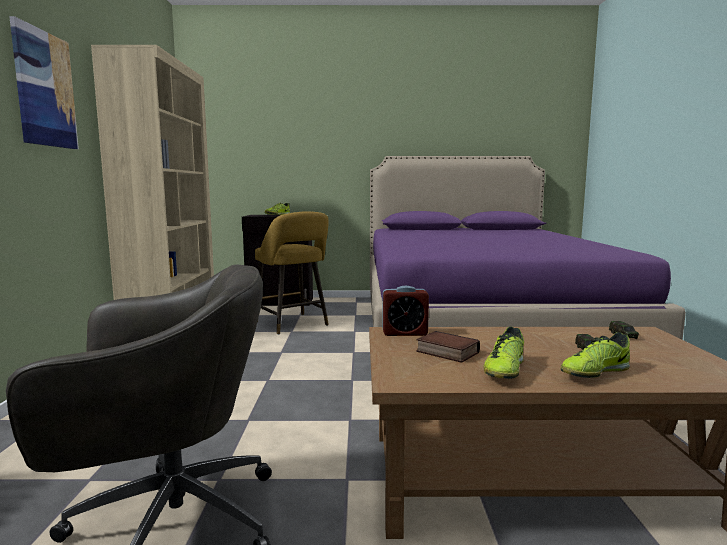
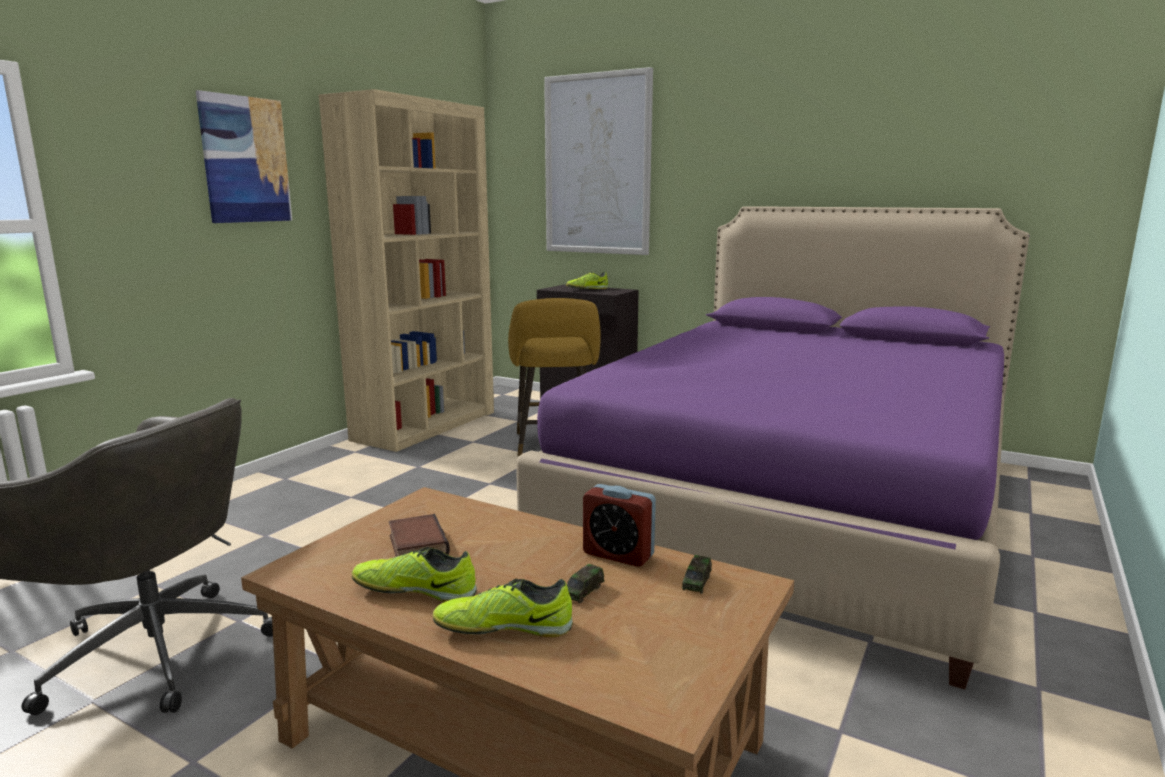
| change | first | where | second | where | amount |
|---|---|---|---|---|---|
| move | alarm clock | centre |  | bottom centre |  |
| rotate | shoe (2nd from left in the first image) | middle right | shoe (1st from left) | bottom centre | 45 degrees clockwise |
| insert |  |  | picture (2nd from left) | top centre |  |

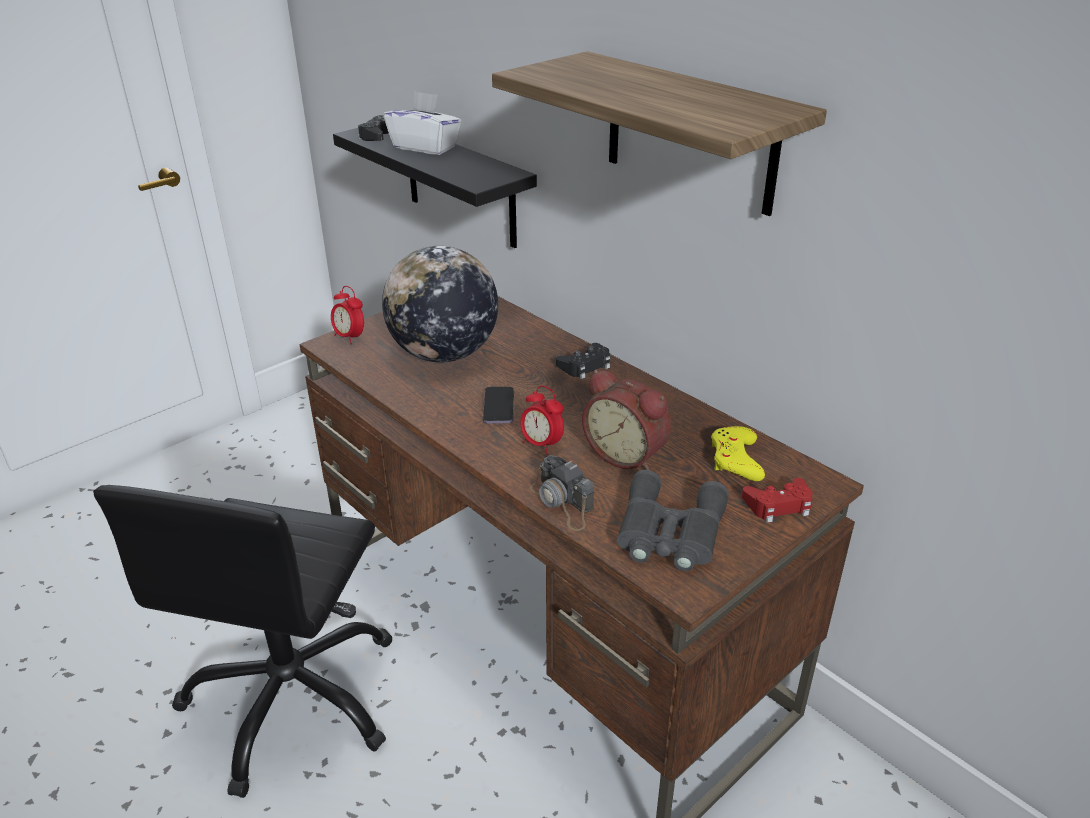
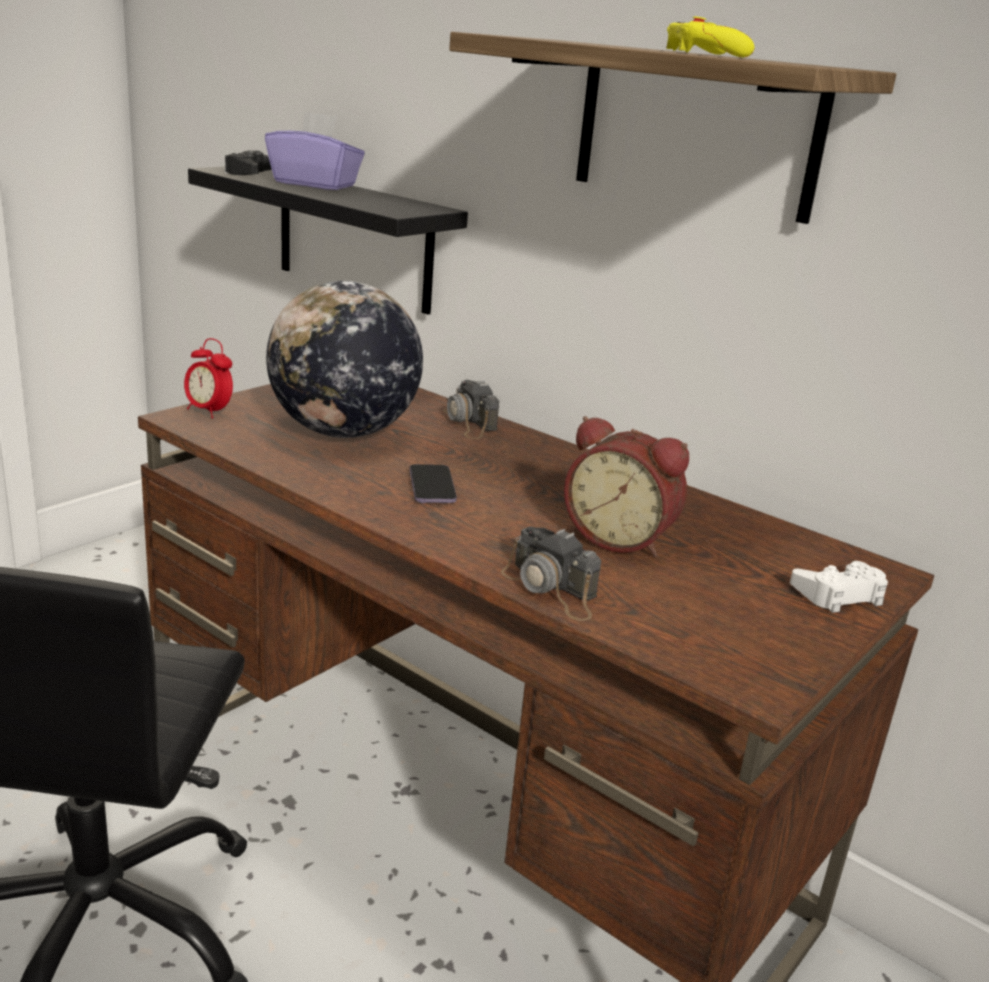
| change | first | where | second | where | amount |
|---|---|---|---|---|---|
| recolor | white tissue box | top centre | purple tissue box | top left |  |
| delete | black game controller (2nd from left) | centre |  |  |  |
| delete | alarm clock (2nd from left) | centre |  |  |  |
| move | yellow game controller | middle right |  | top right |  |
| delete | grey binoculars | centre |  |  |  |
| recolor | red game controller | middle right | white game controller | middle right |  |
| insert |  |  | photo camera (1st from left) | centre |  |

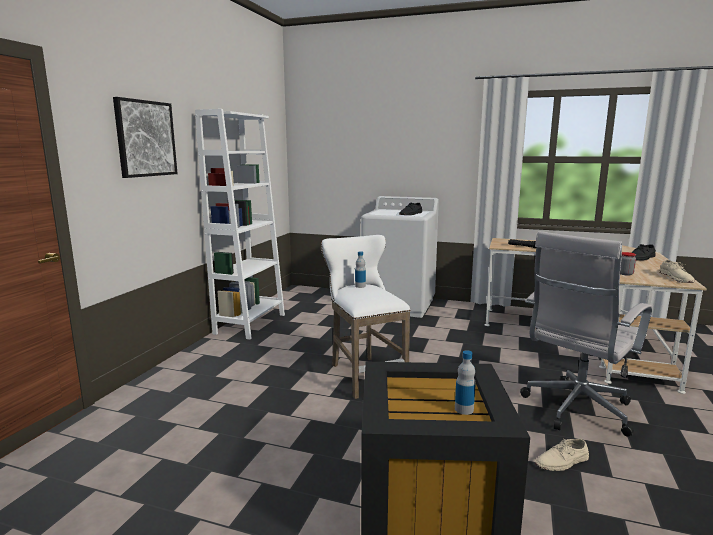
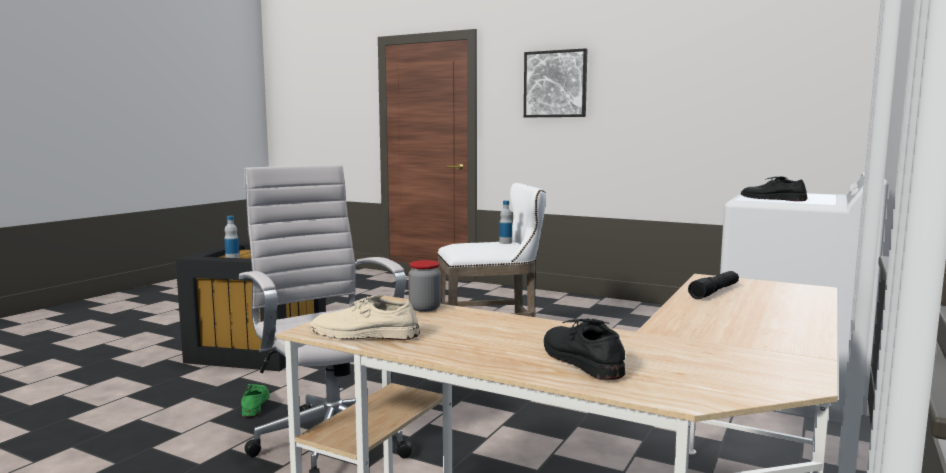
| change | first | where | second | where | amount |
|---|---|---|---|---|---|
| delete | white bookcase | centre |  |  |  |
| recolor | beige shoe (1st from left) | bottom right | green shoe | bottom left |  |

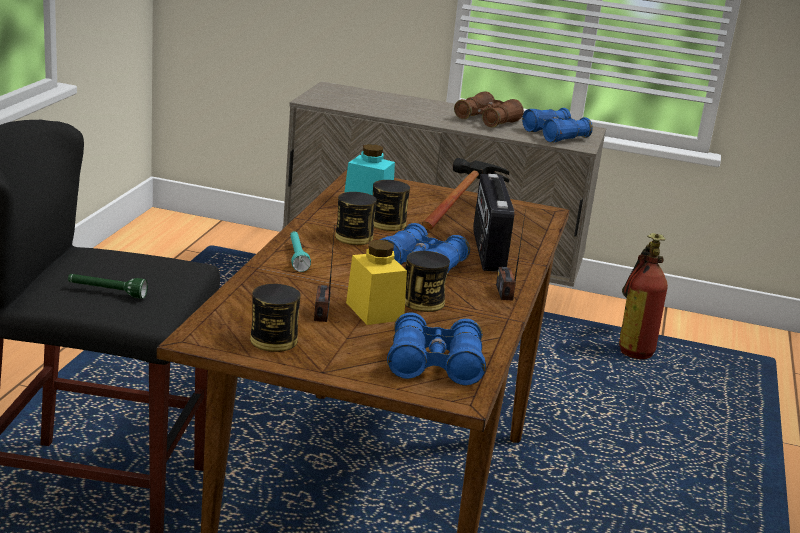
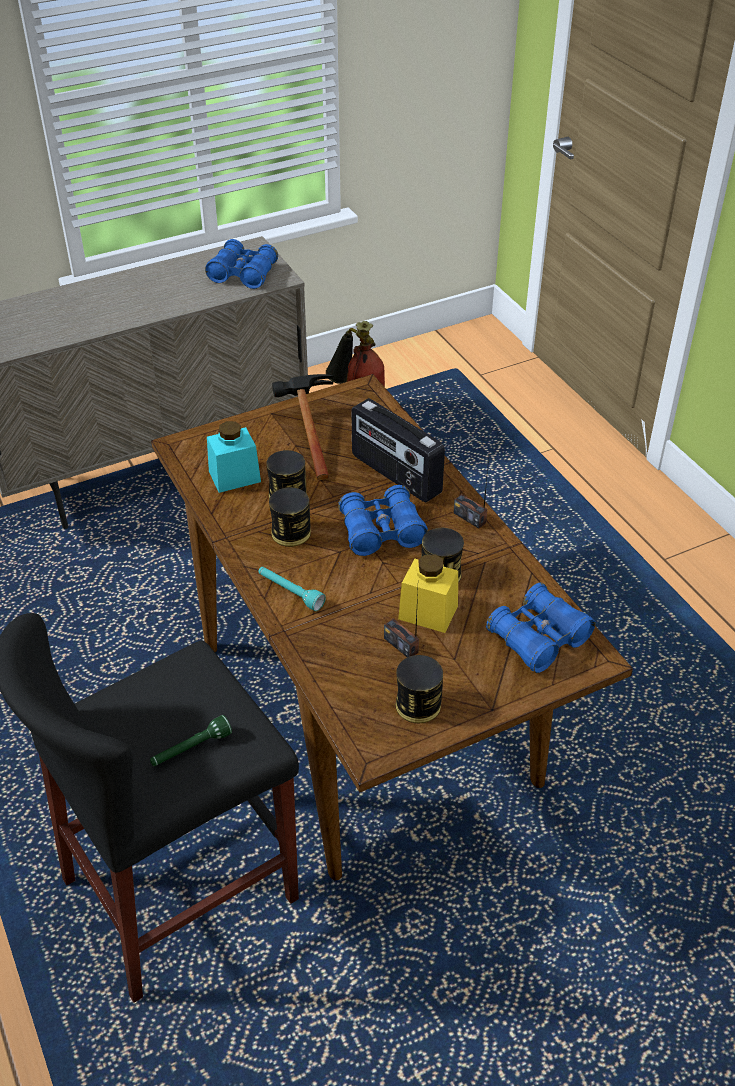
| change | first | where | second | where | amount |
|---|---|---|---|---|---|
| delete | brown binoculars | top centre |  |  |  |

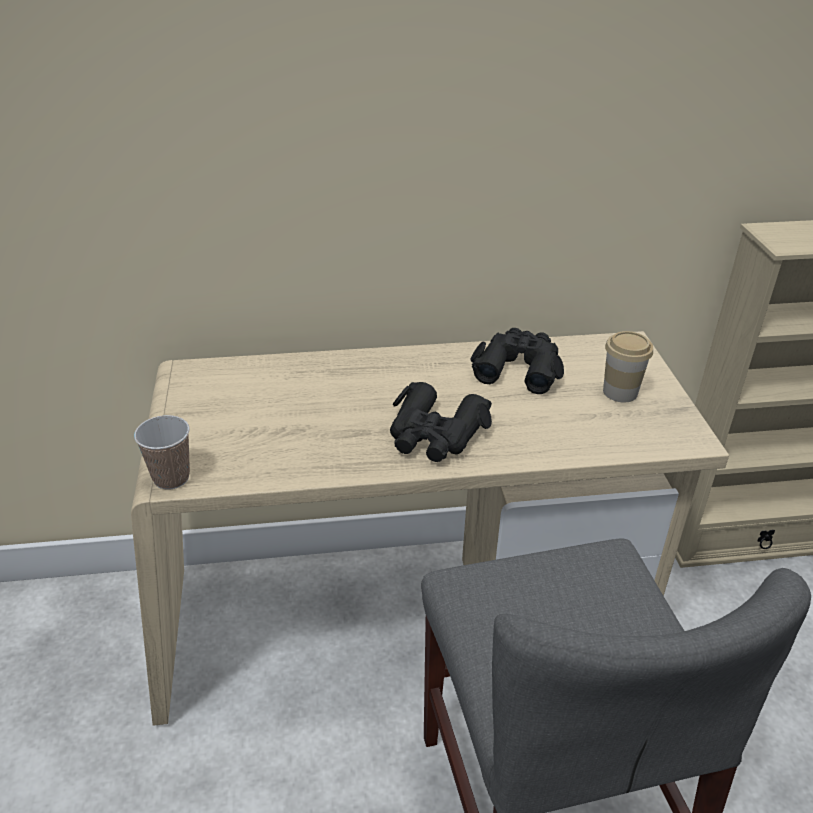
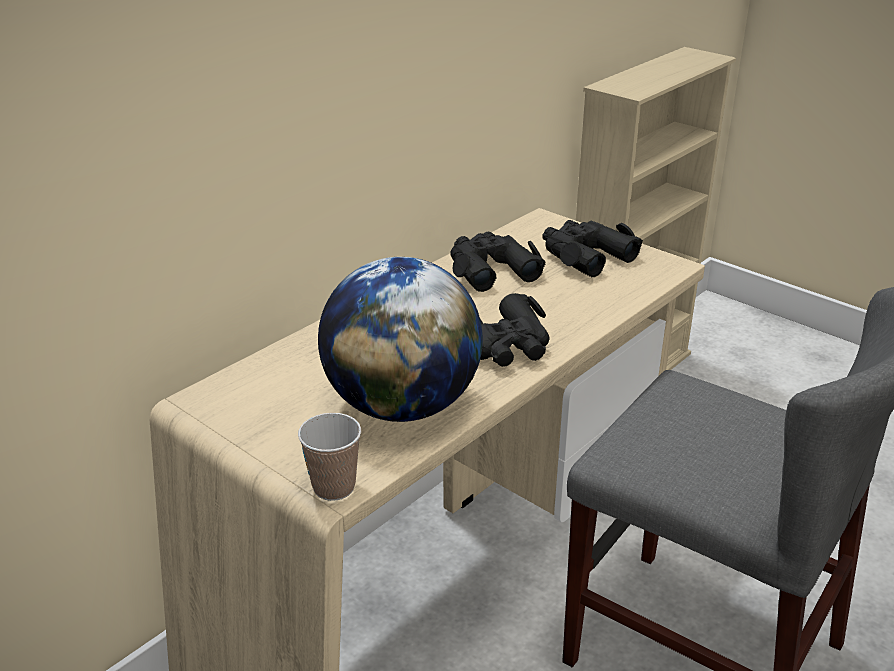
| change | first | where | second | where | amount |
|---|---|---|---|---|---|
| replace | cup (2nd from left) | middle right | black binoculars (3rd from left) | centre |  |
| insert |  |  | globe | centre |  |

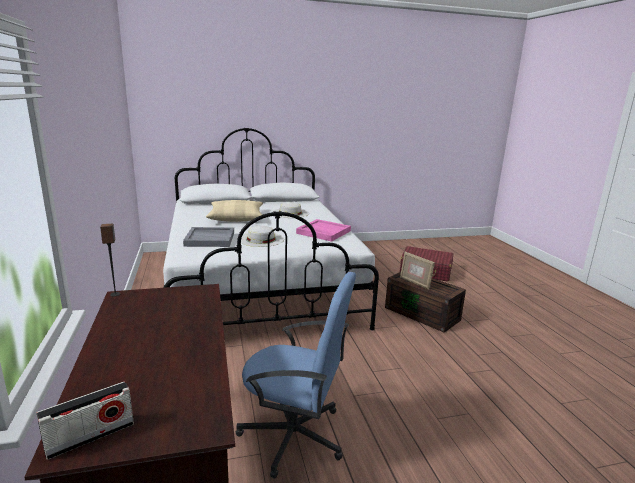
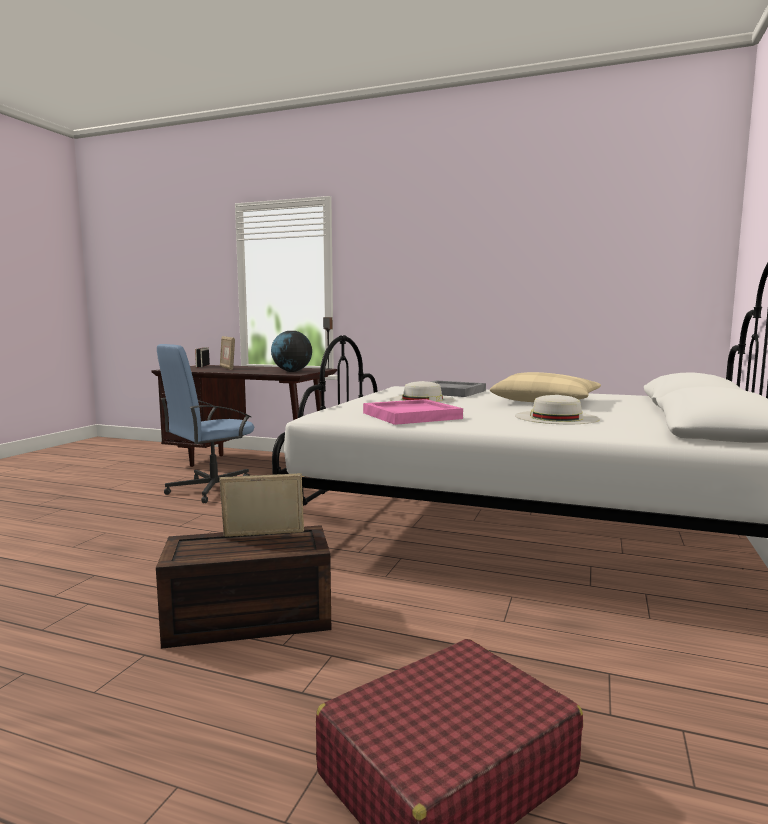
| change | first | where | second | where | amount |
|---|---|---|---|---|---|
| insert |  |  | globe | centre |  |
| insert |  |  | picture frame (1st from left) | middle left |  |

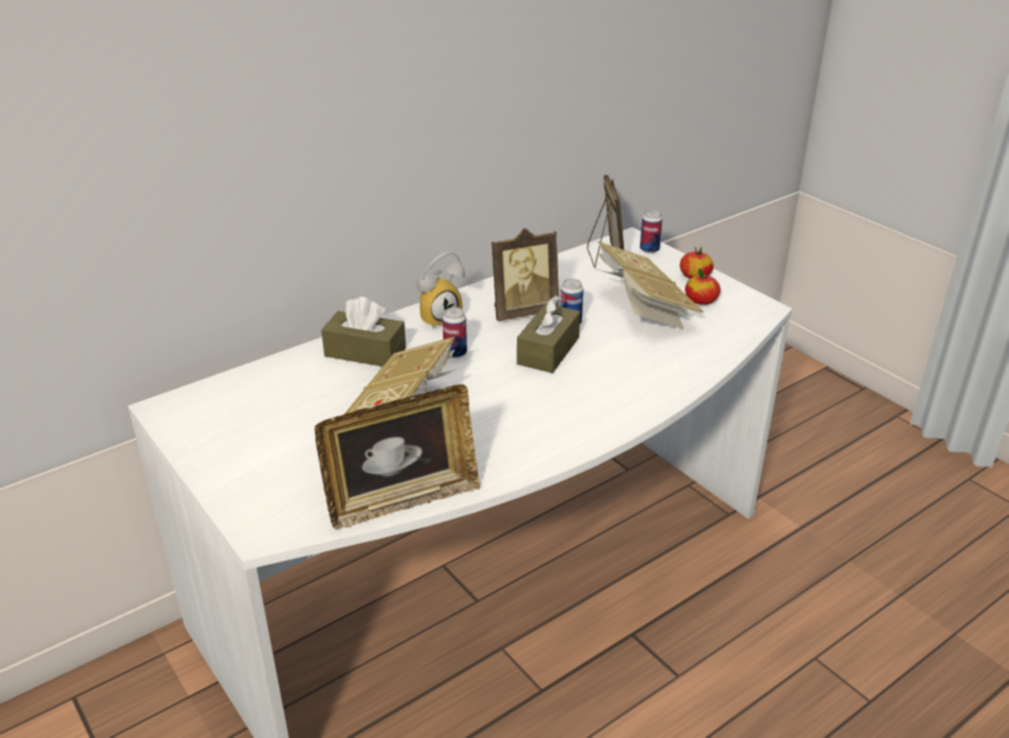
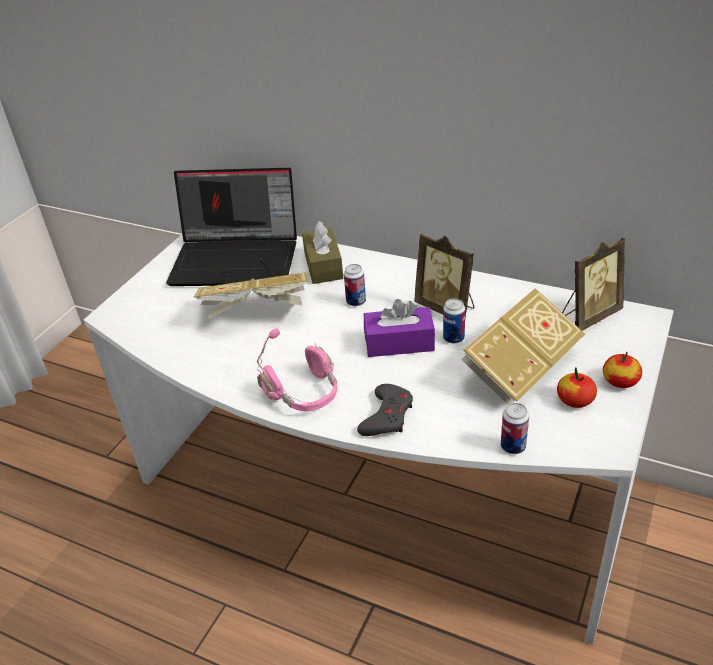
| change | first | where | second | where | amount |
|---|---|---|---|---|---|
| move | can (3rd from left) | top centre |  | middle right |  |
| delete | alarm clock | centre |  |  |  |
| recolor | brown tissue box (2nd from left) | centre | purple tissue box | centre |  |
| delete | picture frame (1st from left) | centre |  |  |  |
| insert |  |  | laptop | middle left |  |
| insert |  |  | pink headphones | centre |  |
| insert |  |  | grey game controller | centre |  |

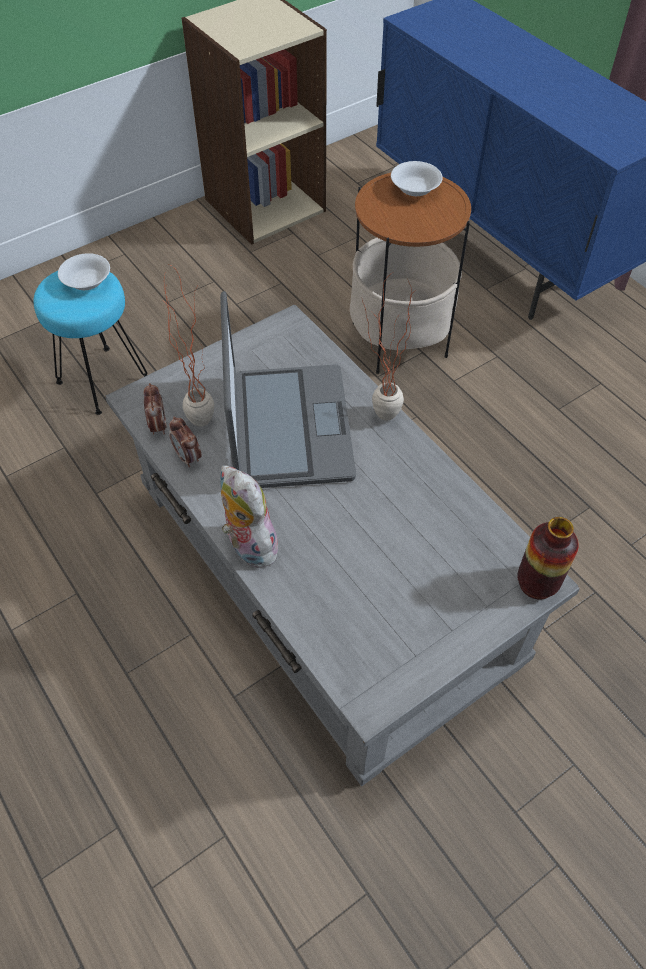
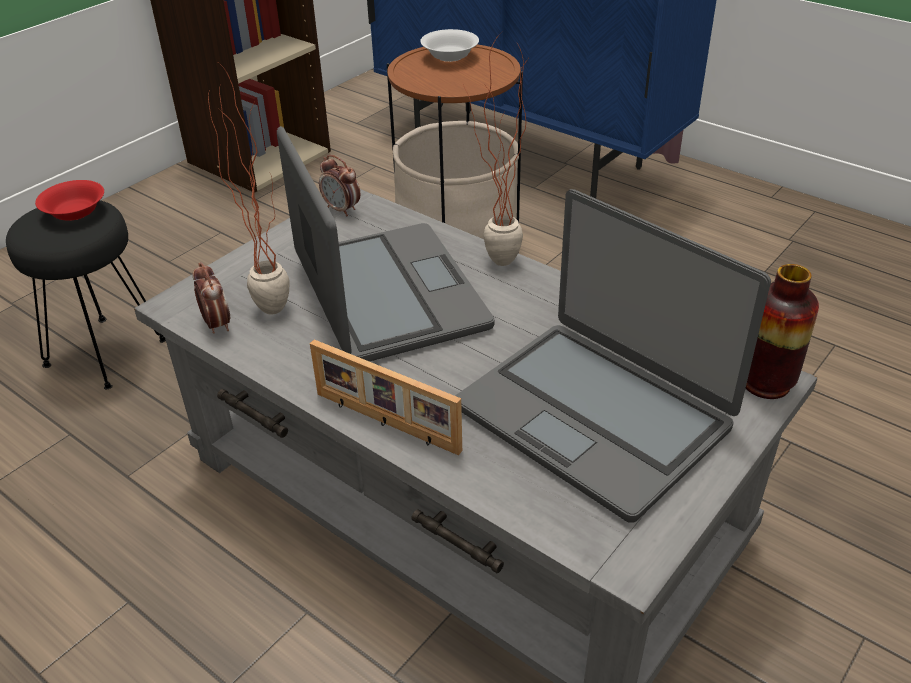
| change | first | where | second | where | amount |
|---|---|---|---|---|---|
| recolor | white bowl (1st from left) | top left | red bowl | top left |  |
| recolor | turquoise stool | middle left | black stool | middle left |  |
| move | alarm clock (2nd from left) | middle left |  | top centre |  |
| replace | plush toy | centre | picture frame | centre |  |
| insert |  |  | laptop (2nd from left) | middle right |  |

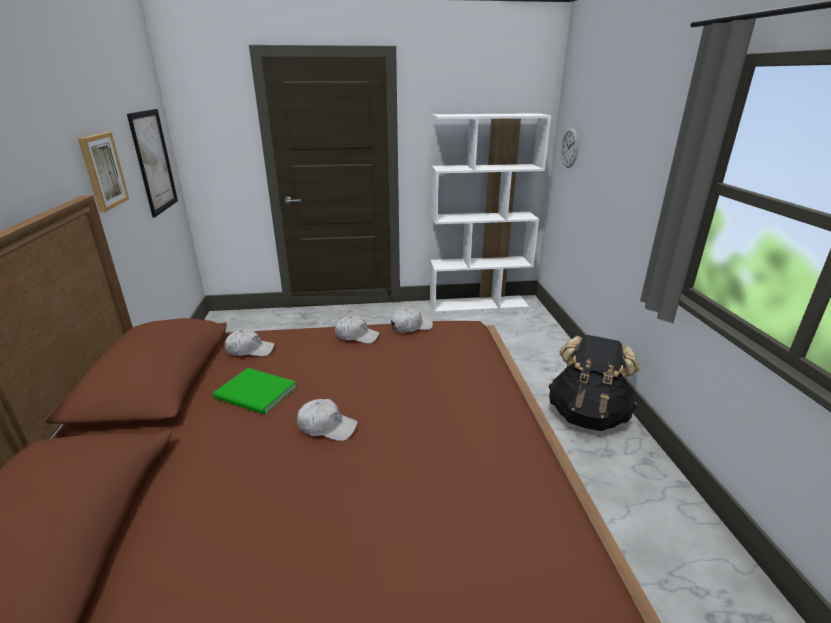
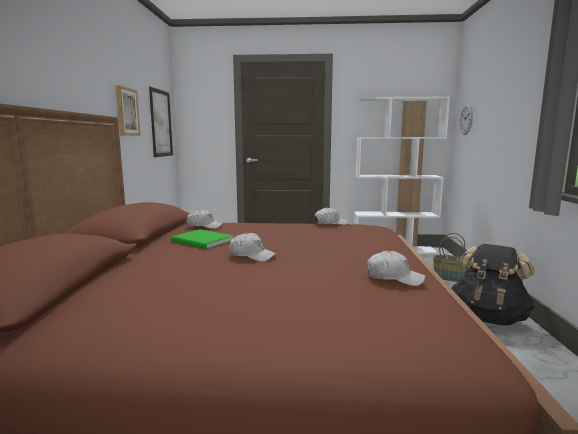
| change | first | where | second | where | amount |
|---|---|---|---|---|---|
| move | white cap (3rd from left in the first image) | centre | white cap (4th from left) | middle right |  |
| insert |  |  | basket | middle right |  |

